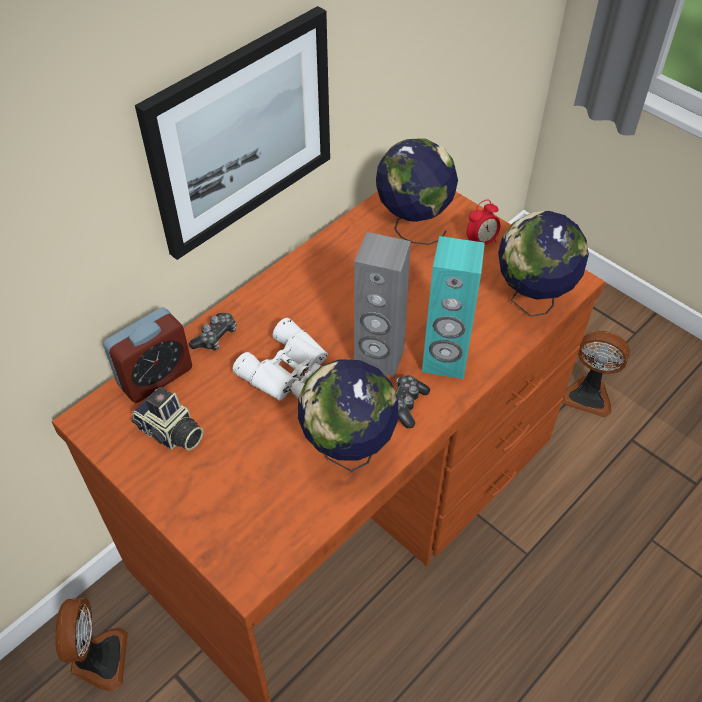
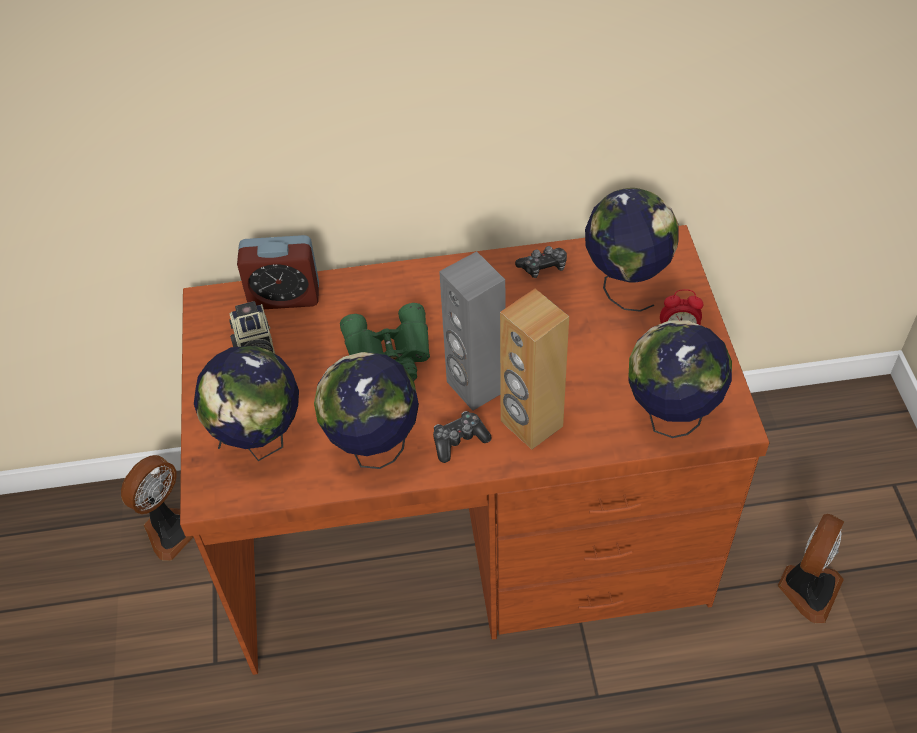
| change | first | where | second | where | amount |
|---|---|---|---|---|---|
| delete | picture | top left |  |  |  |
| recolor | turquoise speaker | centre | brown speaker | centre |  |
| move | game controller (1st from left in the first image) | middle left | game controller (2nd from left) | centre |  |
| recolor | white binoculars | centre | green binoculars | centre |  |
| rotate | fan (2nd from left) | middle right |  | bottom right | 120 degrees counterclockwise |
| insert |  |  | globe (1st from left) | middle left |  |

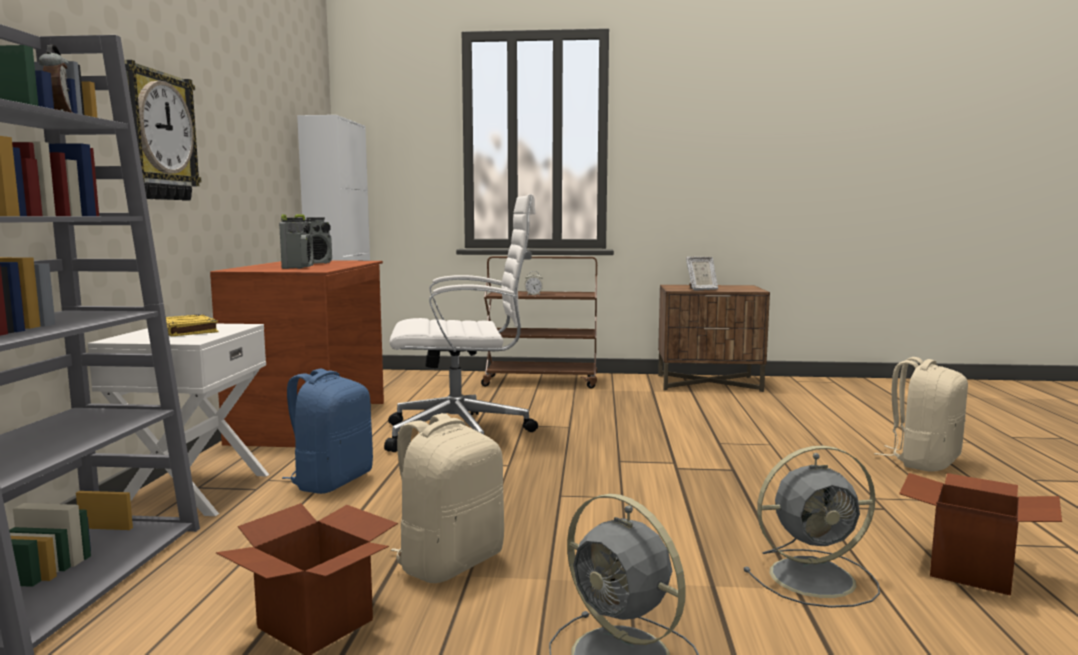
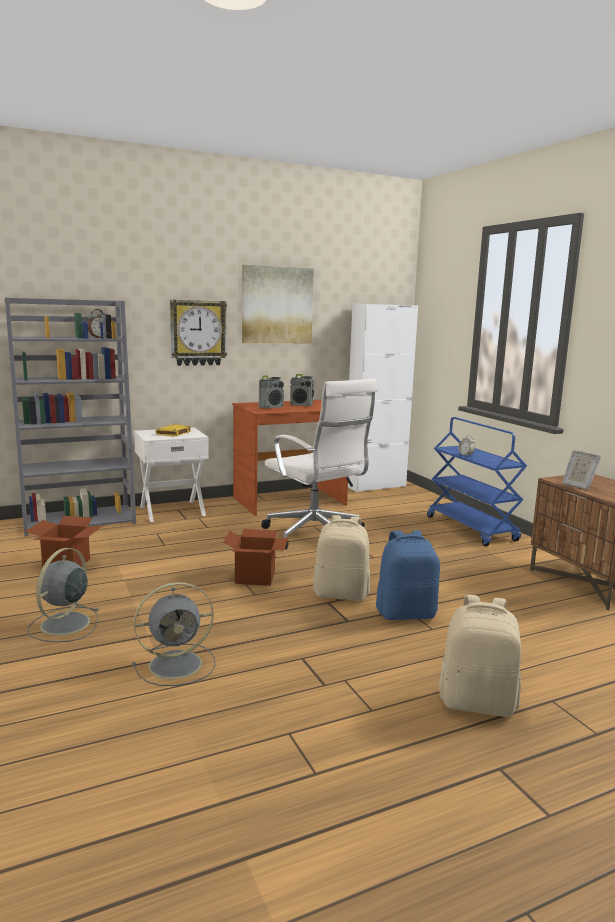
| change | first | where | second | where | amount |
|---|---|---|---|---|---|
| recolor | brown cart | centre | blue cart | middle right |  |
| move | blue backpack | middle left |  | centre |  |
| move | beige backpack (1st from left) | bottom centre |  | centre |  |
| rotate | grey fan (2nd from left) | bottom right |  | bottom left | 75 degrees counterclockwise |
| move | cardboard box (2nd from left) | bottom right |  | centre |  |
| insert |  |  | picture | top centre |  |

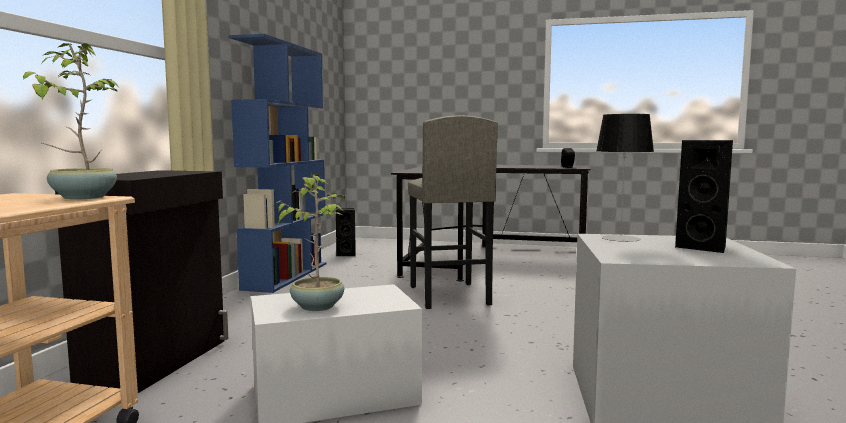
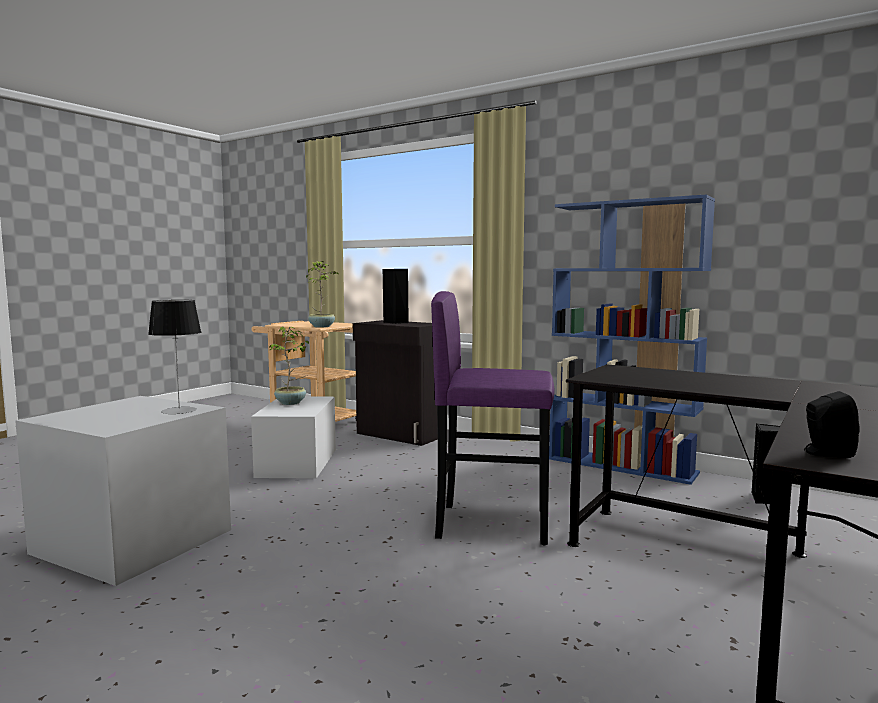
| change | first | where | second | where | amount |
|---|---|---|---|---|---|
| recolor | grey stool | centre | purple stool | centre |  |
| move | black speaker (3rd from left in the first image) | middle right | black speaker (1st from left) | centre |  |

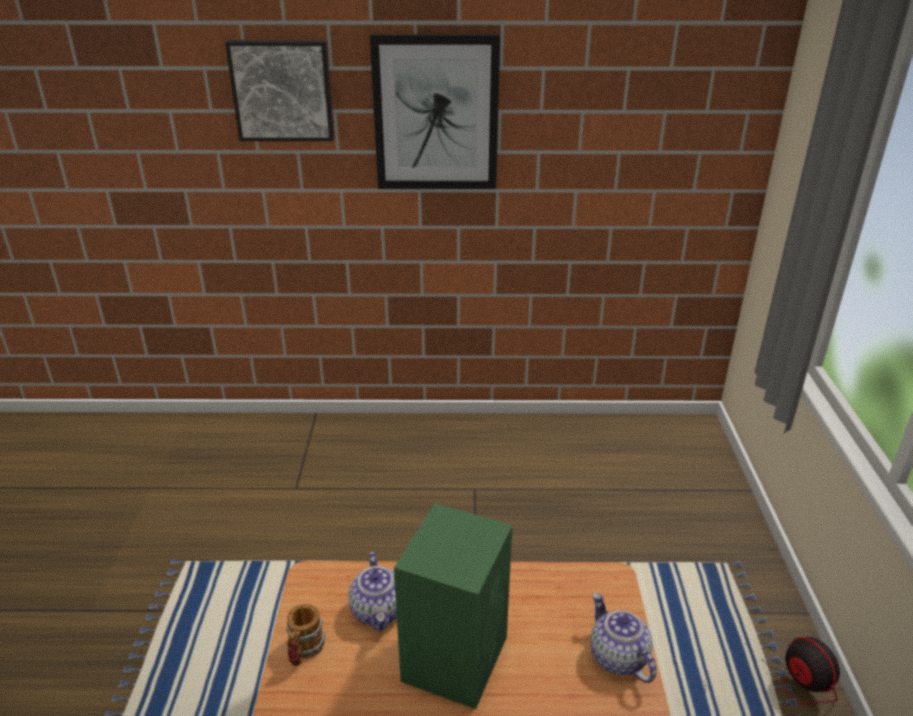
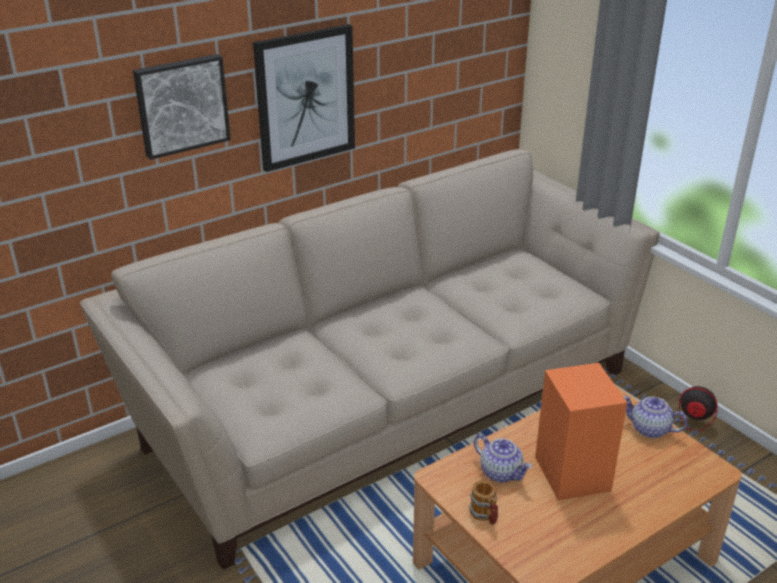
| change | first | where | second | where | amount |
|---|---|---|---|---|---|
| recolor | green speaker | bottom centre | orange speaker | bottom right |  |
| insert |  |  | beige sofa | centre |  |

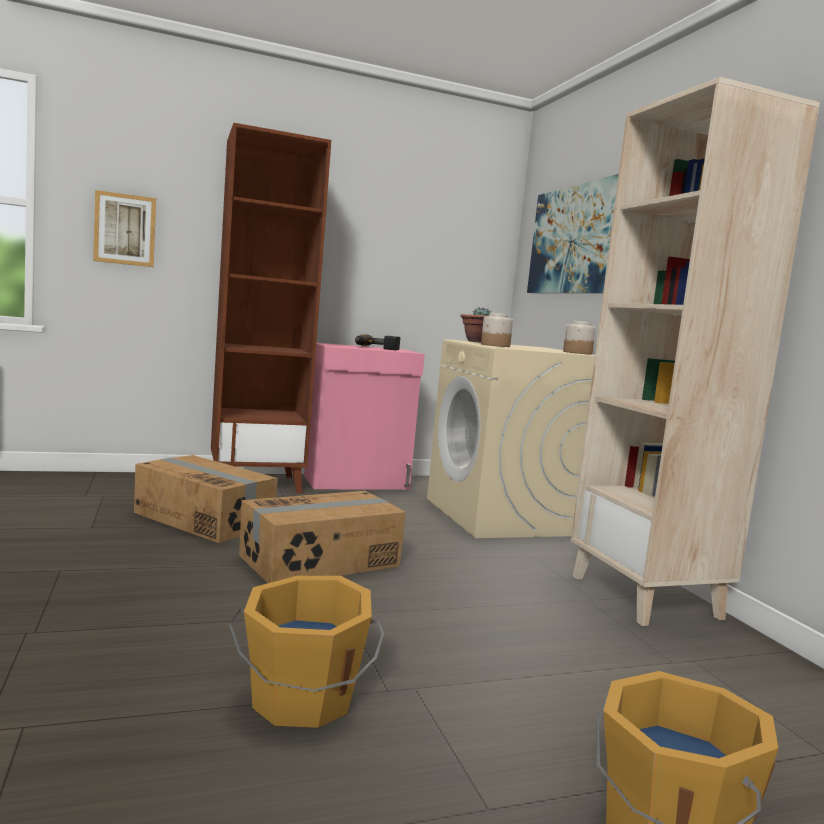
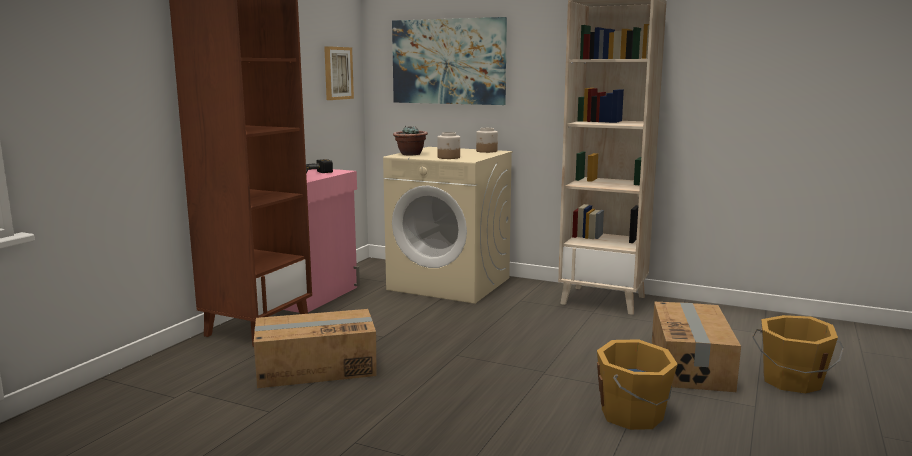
| change | first | where | second | where | amount |
|---|---|---|---|---|---|
| move | picture (1st from left) | top left |  | top centre |  |
| move | cardboard box (2nd from left) | centre |  | bottom right |  |

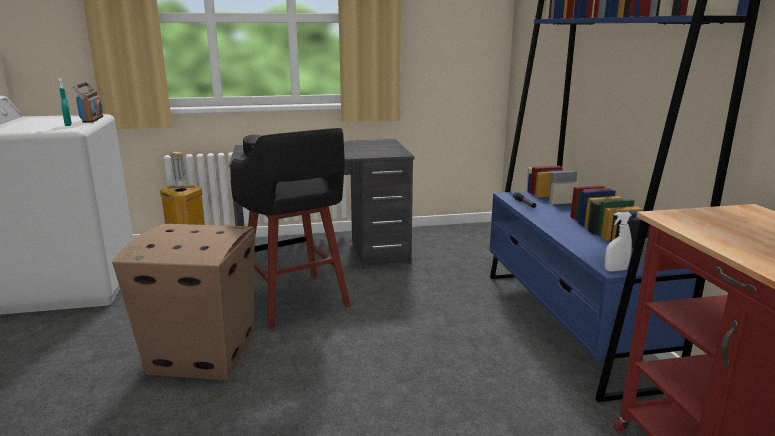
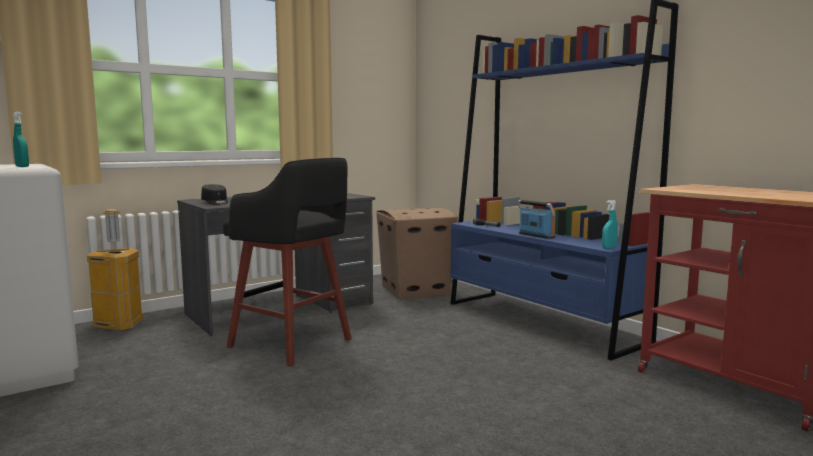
| change | first | where | second | where | amount |
|---|---|---|---|---|---|
| move | radio | top left |  | centre |  |
| recolor | white spray bottle | middle right | turquoise spray bottle (2nd from left) | middle right |  |
| move | cardboard box | bottom left |  | centre |  |

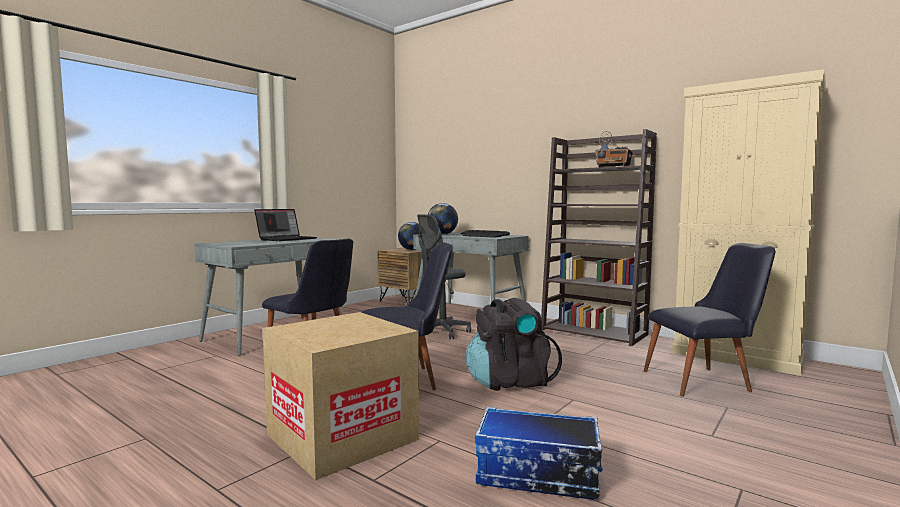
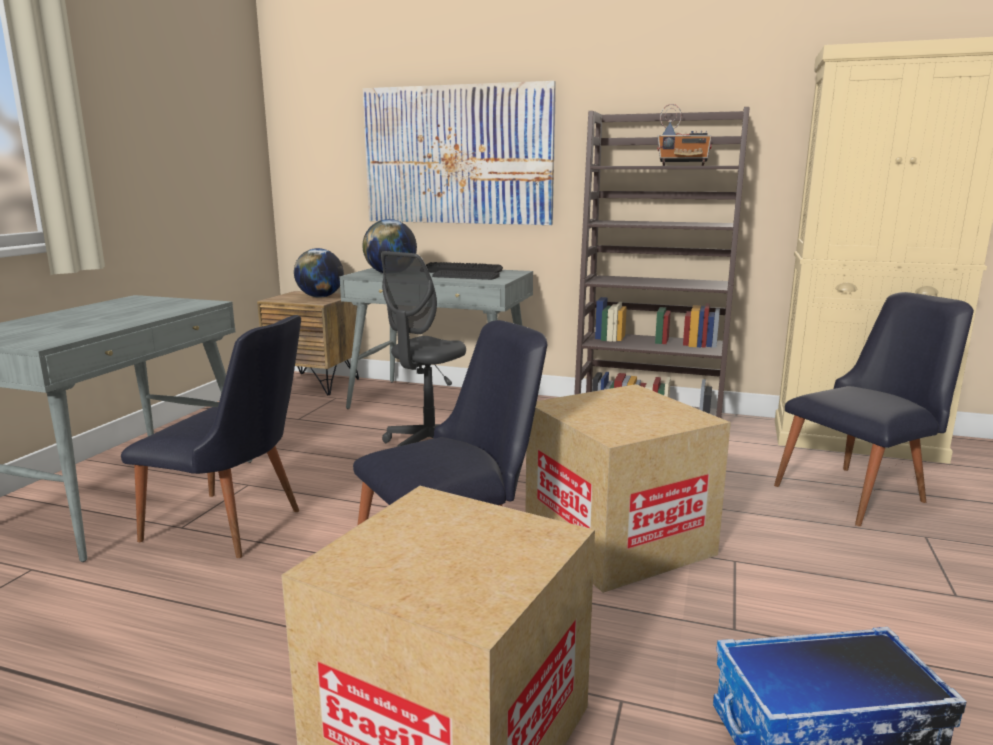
| change | first | where | second | where | amount |
|---|---|---|---|---|---|
| delete | laptop | middle left |  |  |  |
| replace | black backpack | bottom centre | cardboard box (2nd from left) | centre |  |
| insert |  |  | picture | top centre |  |

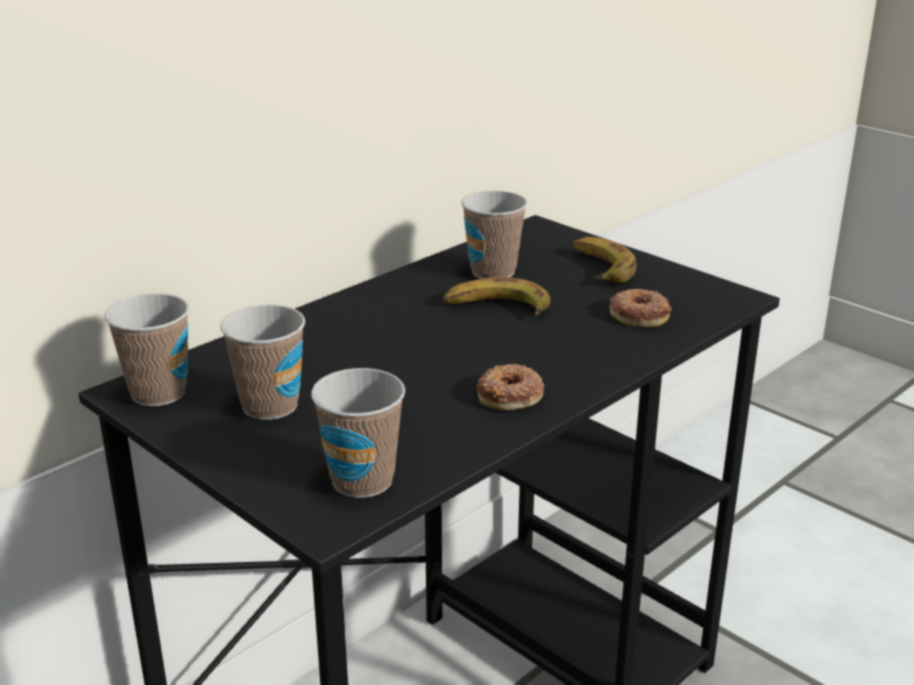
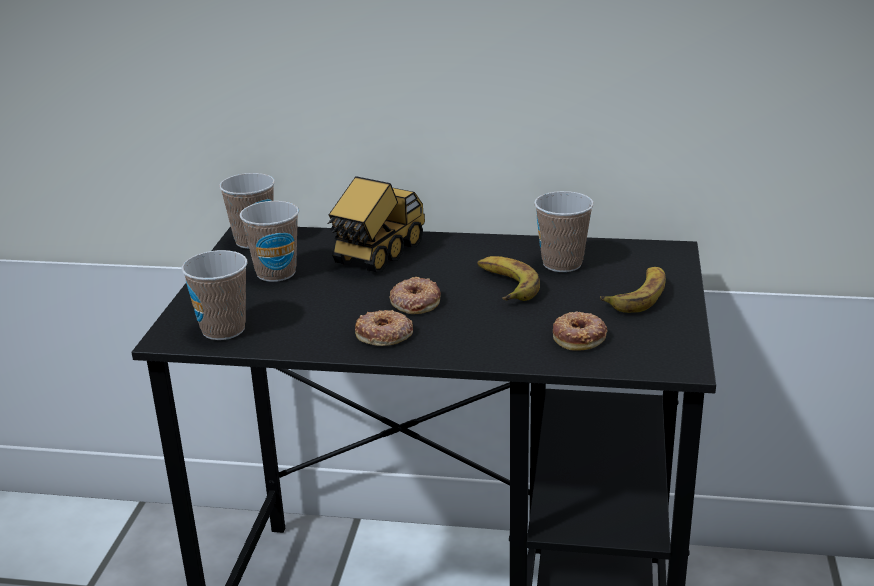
| change | first | where | second | where | amount |
|---|---|---|---|---|---|
| insert |  |  | toy truck | centre |  |
| insert |  |  | donut (2nd from left) | centre |  |

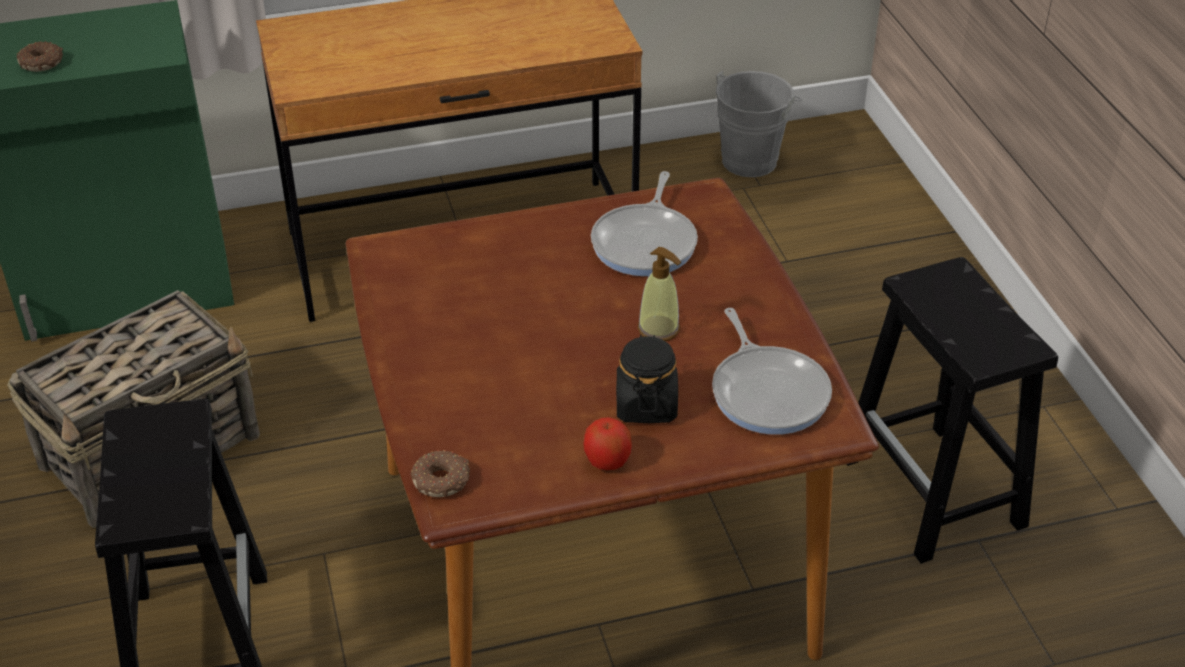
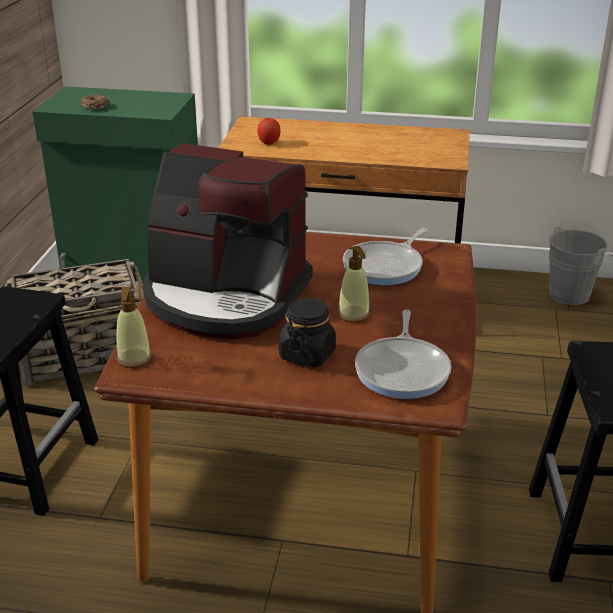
| change | first | where | second | where | amount |
|---|---|---|---|---|---|
| move | apple | centre |  | top centre |  |
| replace | donut (2nd from left) | bottom centre | soap dispenser (1st from left) | middle left |  |
| insert |  |  | coffee machine | centre |  |

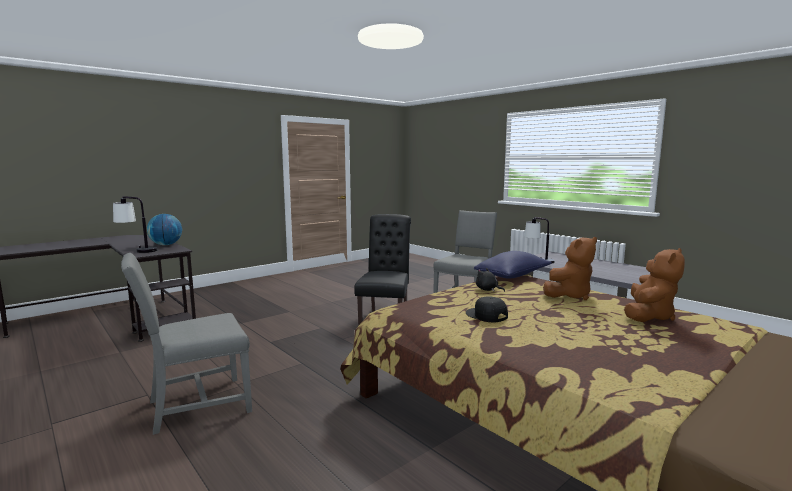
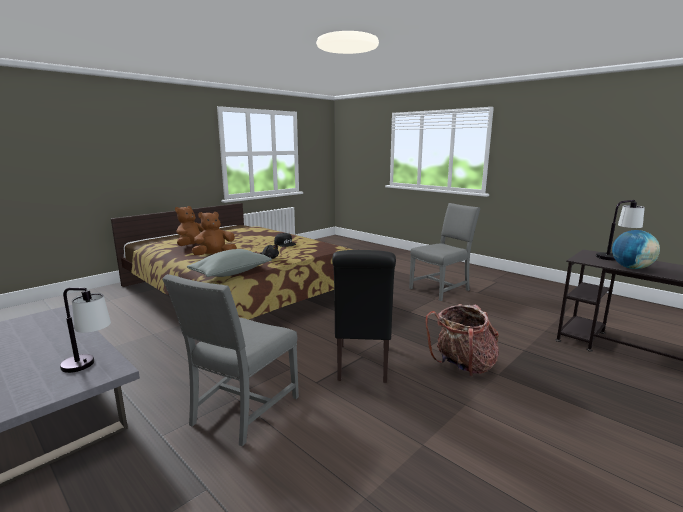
| change | first | where | second | where | amount |
|---|---|---|---|---|---|
| recolor | blue pillow | centre | grey pillow | centre |  |
| insert |  |  | backpack | middle right |  |

